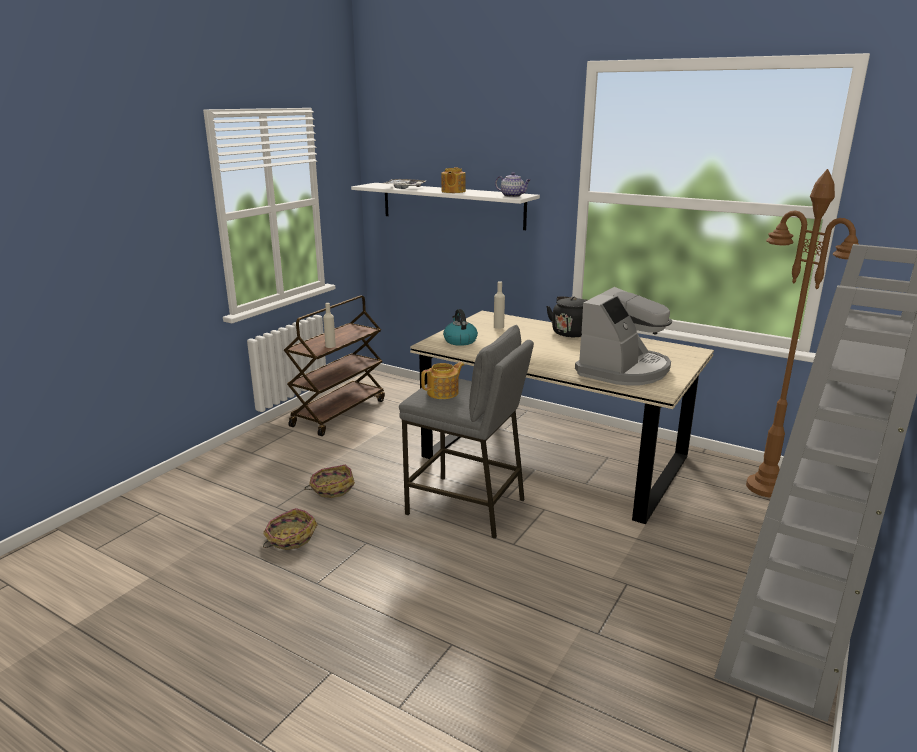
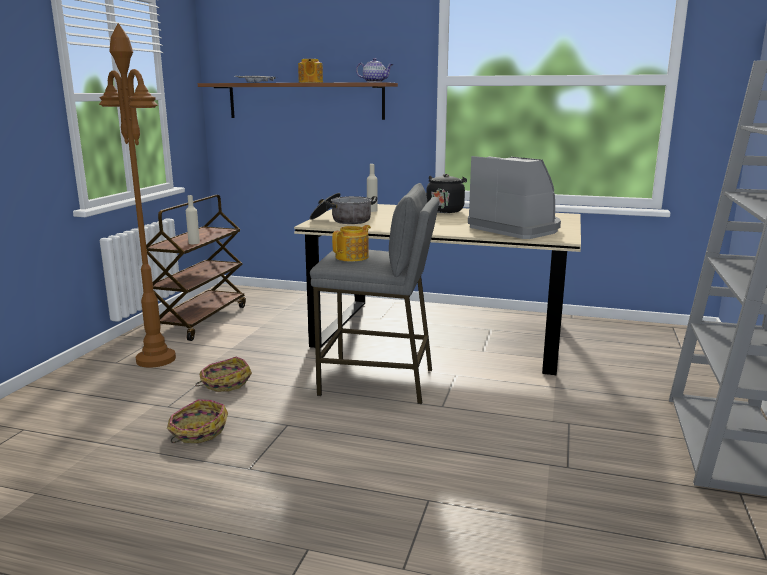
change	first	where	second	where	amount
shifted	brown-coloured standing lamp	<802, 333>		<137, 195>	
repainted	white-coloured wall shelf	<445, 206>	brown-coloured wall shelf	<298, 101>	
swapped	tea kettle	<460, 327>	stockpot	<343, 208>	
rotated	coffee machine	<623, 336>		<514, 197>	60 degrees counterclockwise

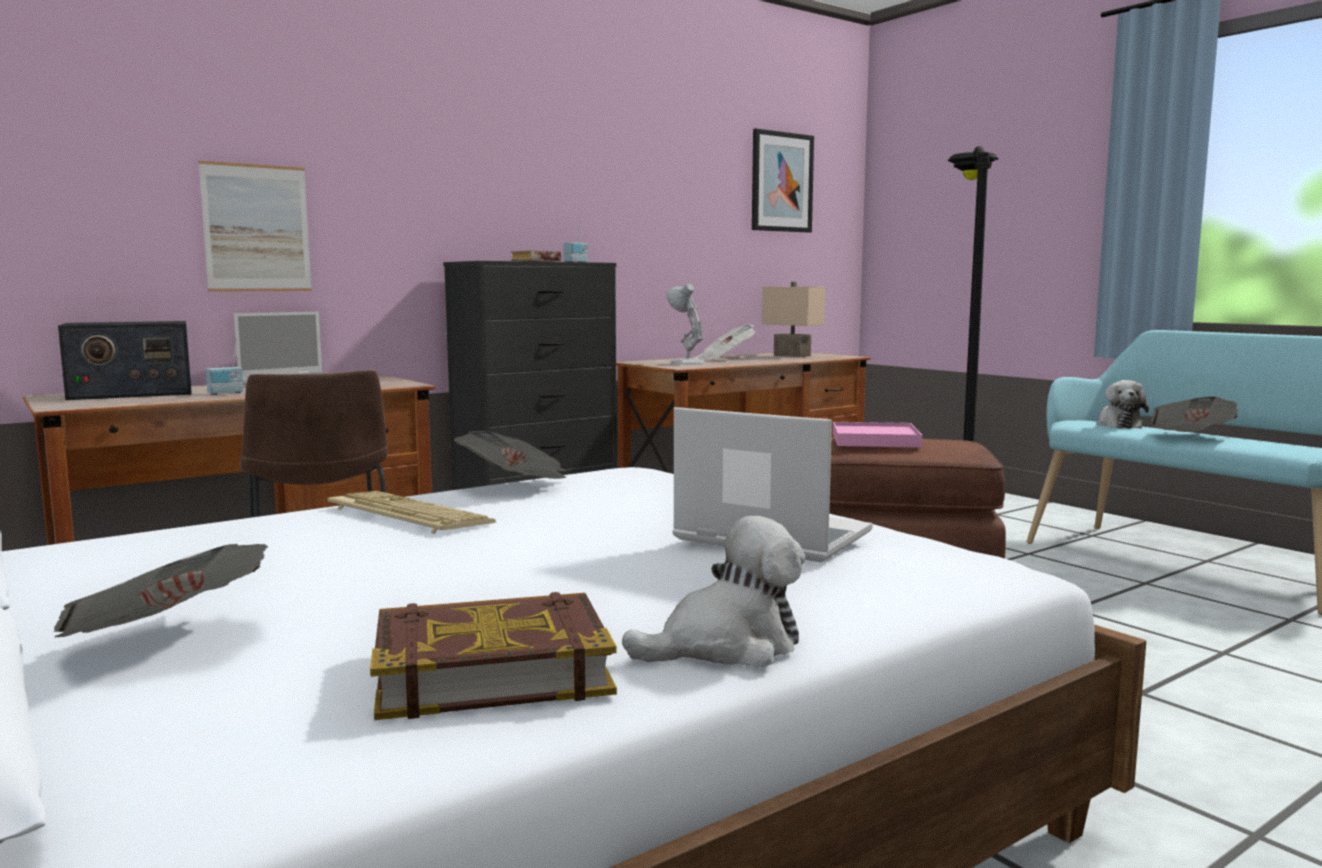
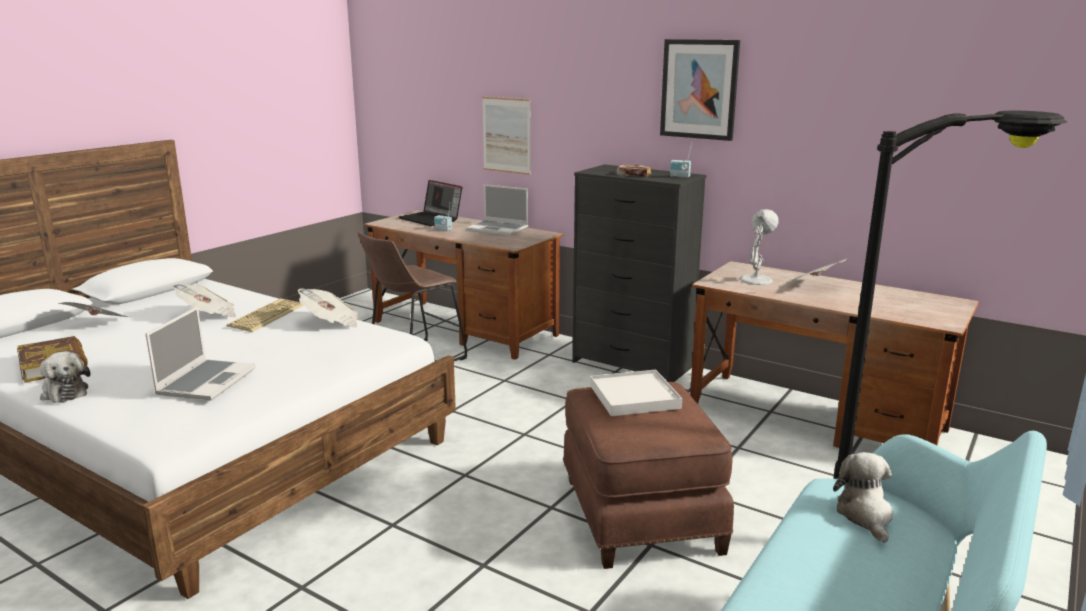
change	first	where	second	where	amount
shifted	printed paper	<1194, 414>		<204, 300>	
swapped	radio	<124, 360>	portable computer	<430, 203>	
repainted	pinkish serving tray	<877, 435>	white-coloured serving tray	<636, 393>	
shifted	wall picture	<783, 180>		<700, 90>	
rotated	soft toy	<1122, 404>		<863, 497>	105 degrees clockwise
gone	sand-coloured lamp for a table	<793, 319>			

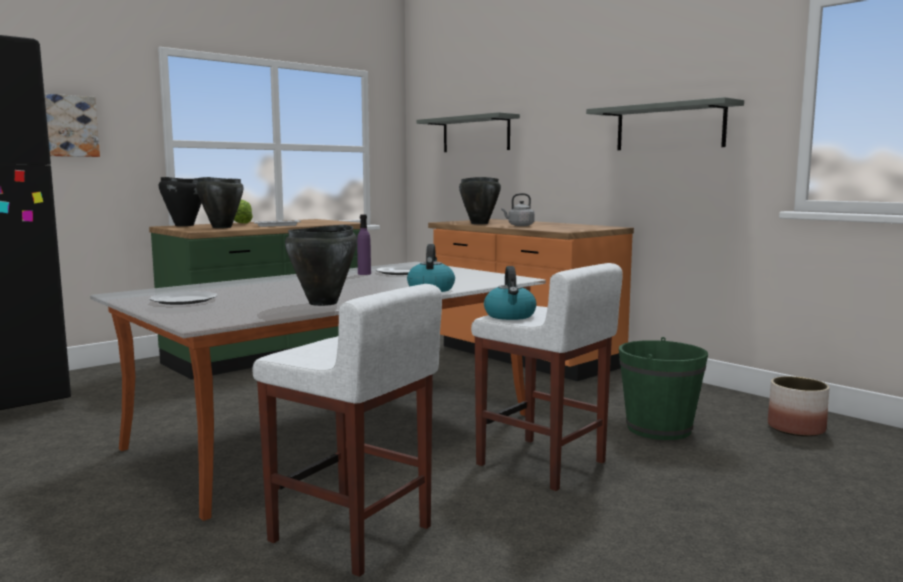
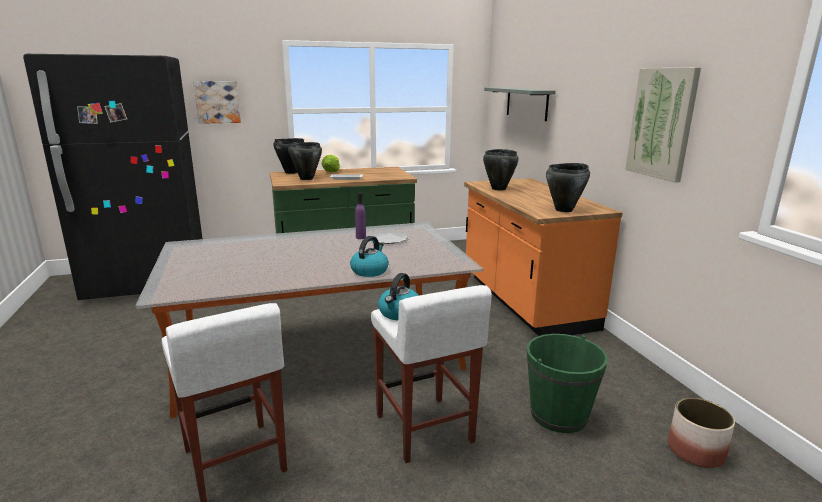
change	first	where	second	where	amount
shifted	black stockpot	<321, 265>		<568, 187>	
swapped	greyish wall shelf	<665, 123>	wall picture	<663, 125>	
gone	dinner plate	<183, 298>			
gone	greyish tea kettle	<518, 209>			

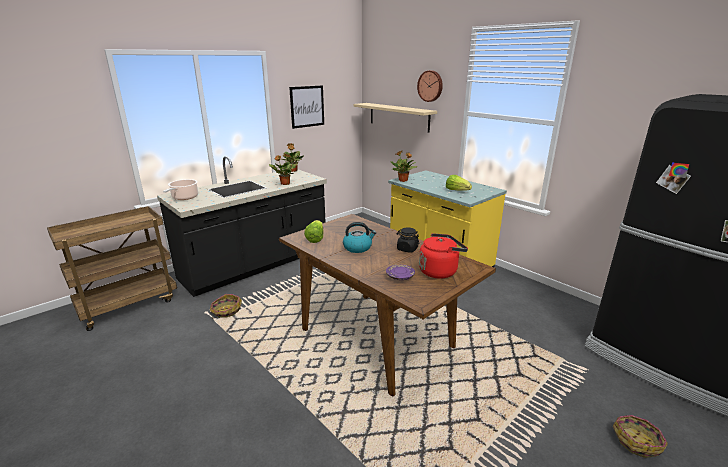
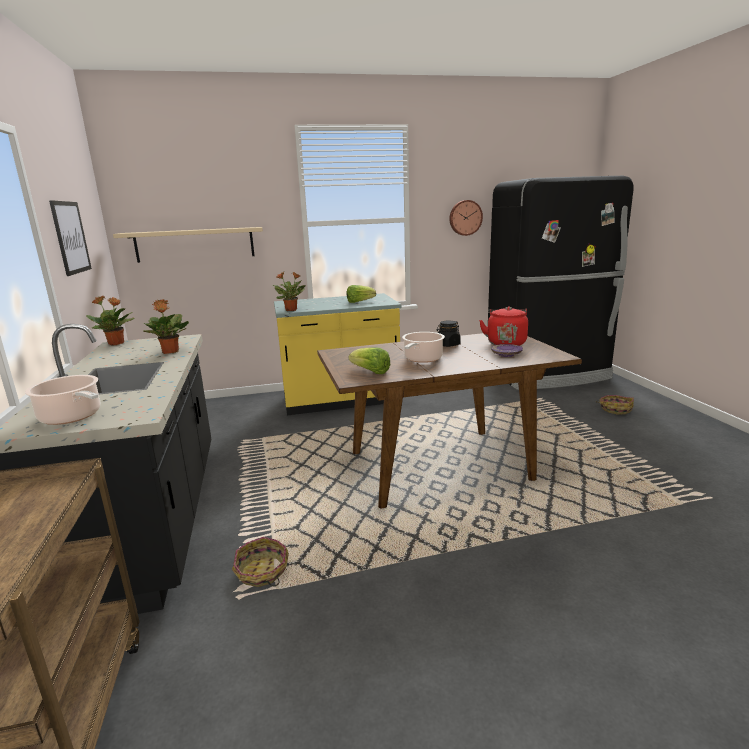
change	first	where	second	where	amount
swapped	tea kettle	<359, 237>	stockpot	<423, 347>	
shifted	wall clock	<430, 86>		<466, 218>	

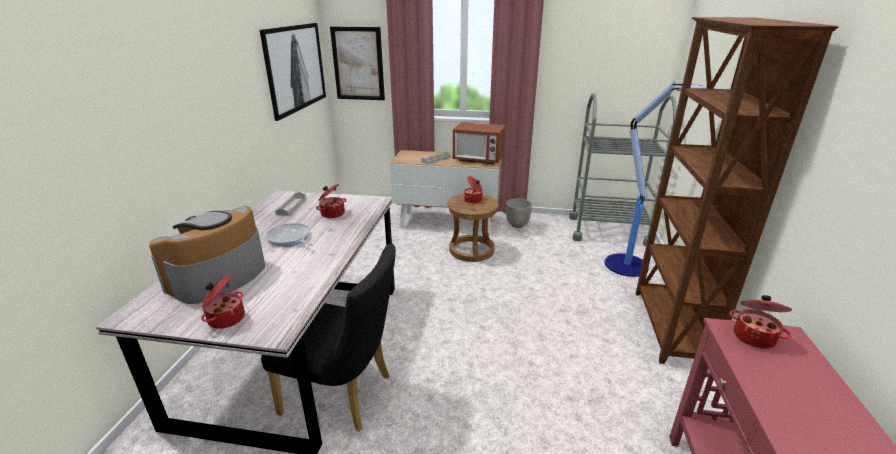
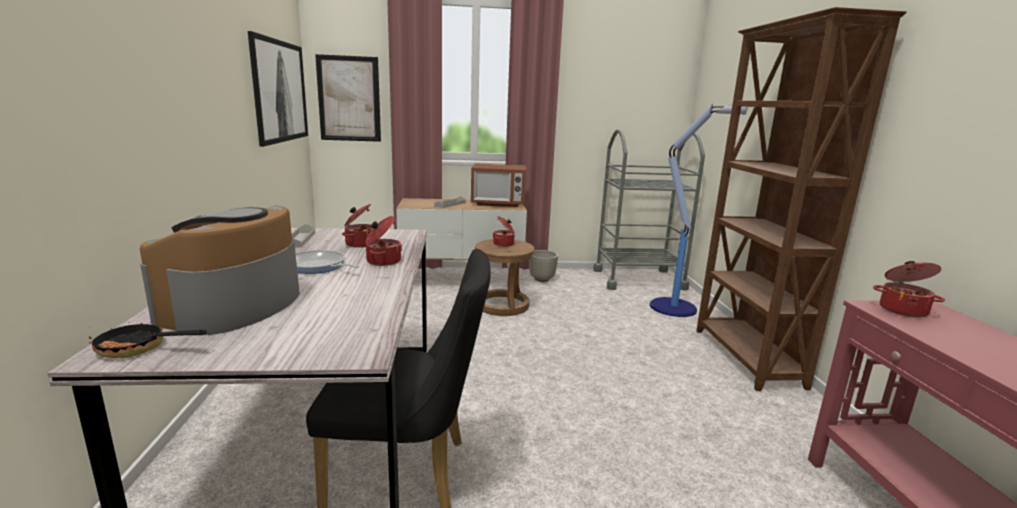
change	first	where	second	where	amount
new			skillet	<148, 335>	
shifted	stockpot	<223, 301>		<384, 241>	

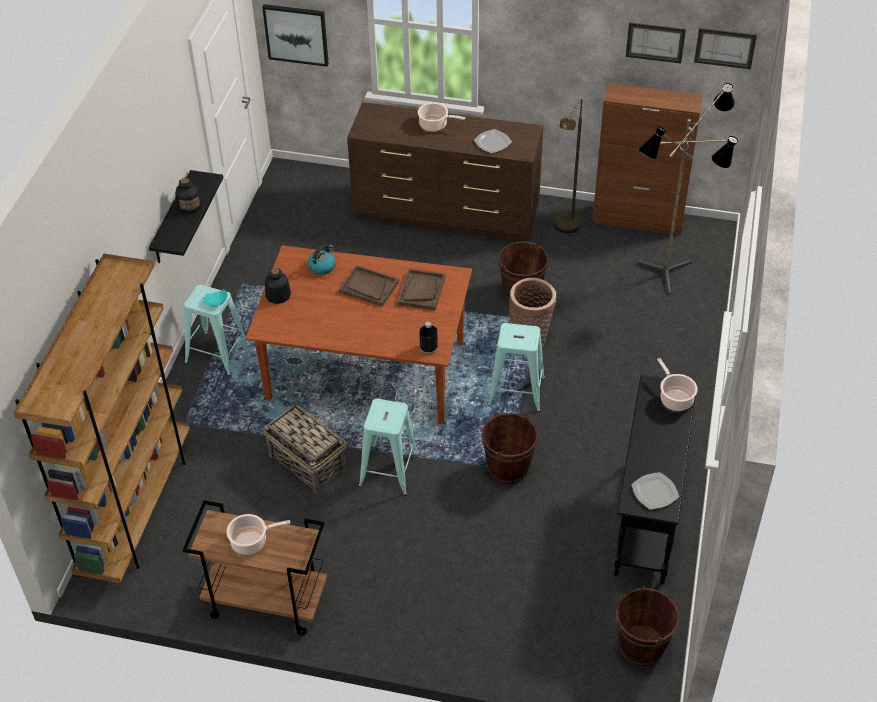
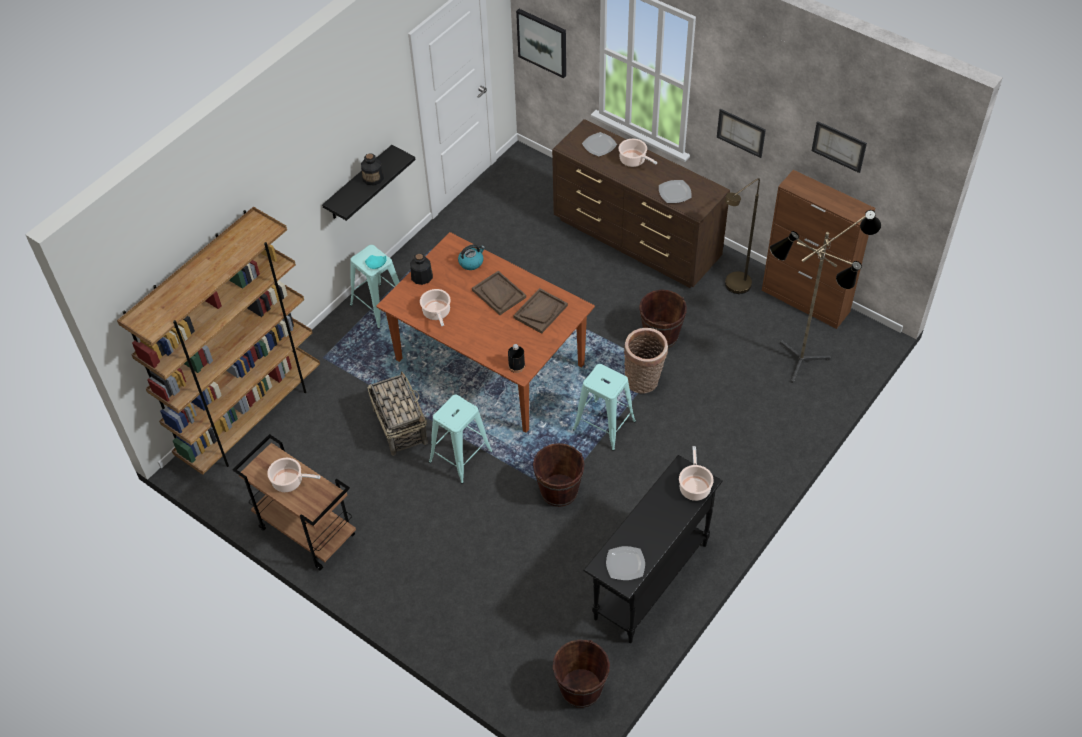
change	first	where	second	where	amount
new			stockpot	<435, 307>	
new			dinner plate	<599, 144>	
shifted	wall picture	<725, 48>		<741, 133>	

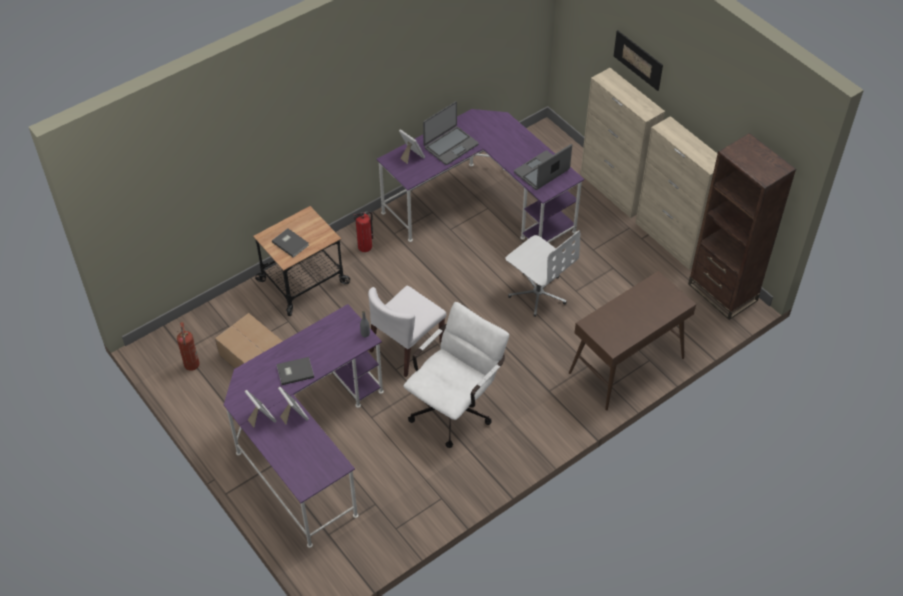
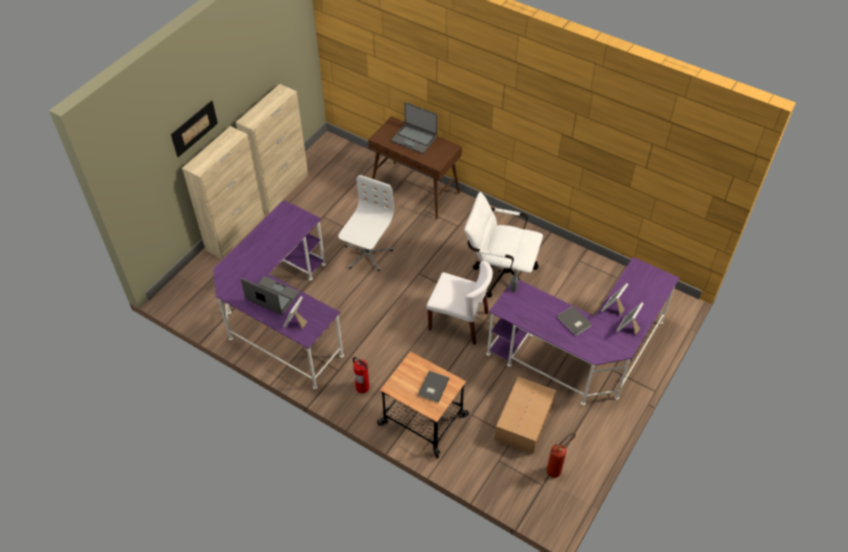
change	first	where	second	where	amount
shifted	portable computer	<543, 167>		<414, 128>	
gone	brown-coloured bookshelf	<742, 226>			

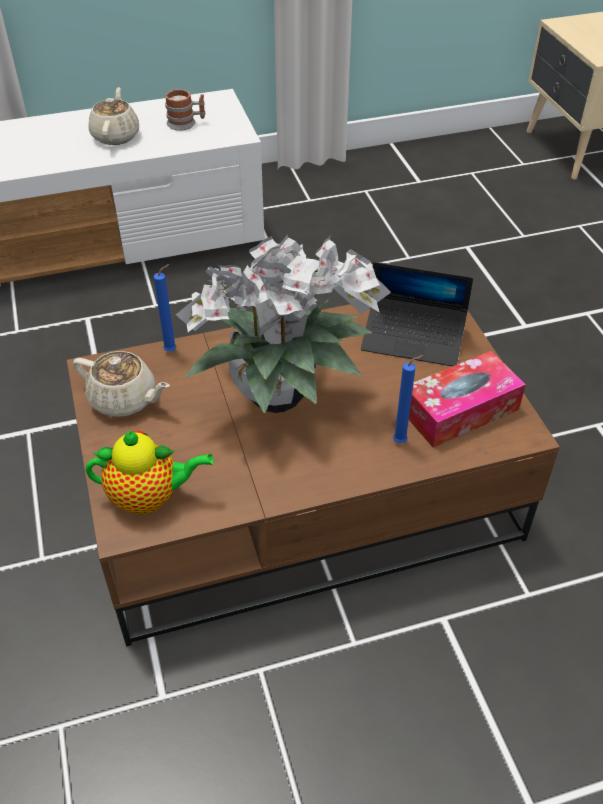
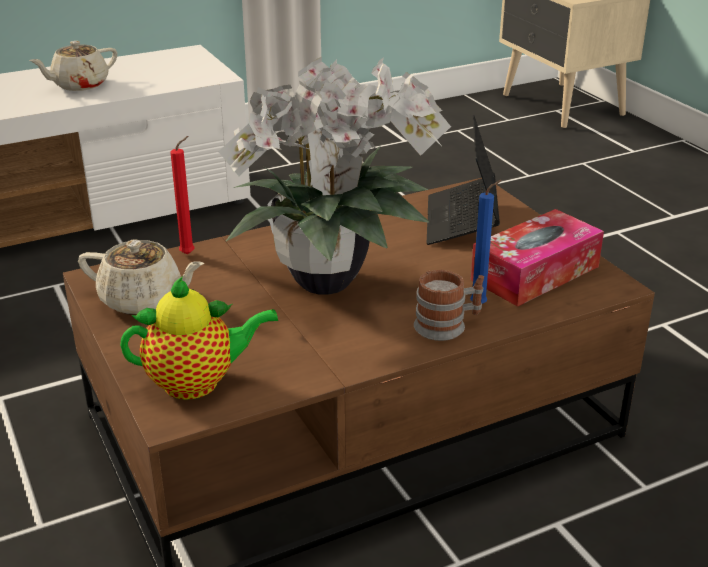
change	first	where	second	where	amount
rotated	sand-coloured tea pot	<114, 116>		<73, 66>	120 degrees counterclockwise
repainted	blue wax light	<165, 308>	red wax light	<182, 195>	
shifted	coffee mug	<185, 110>		<449, 305>	
rotated	portable computer	<417, 314>		<463, 180>	90 degrees clockwise

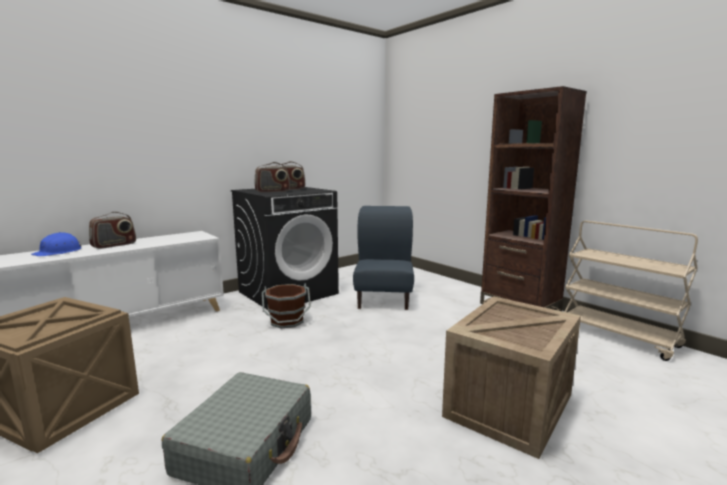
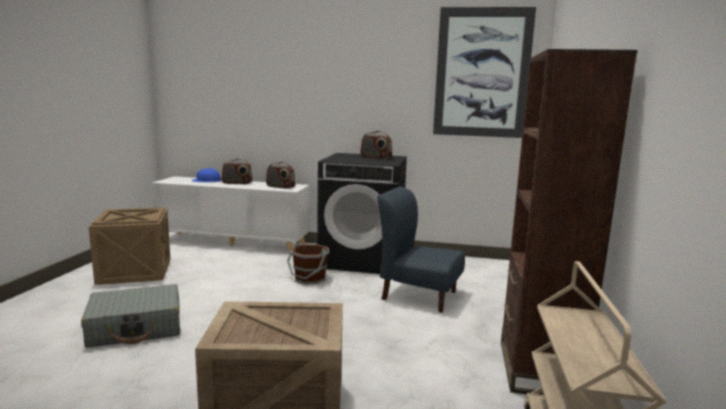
change	first	where	second	where	amount
shifted	radio	<272, 177>		<280, 175>	
rotated	blue chair	<383, 258>		<421, 249>	120 degrees counterclockwise
new			wall picture	<484, 72>	

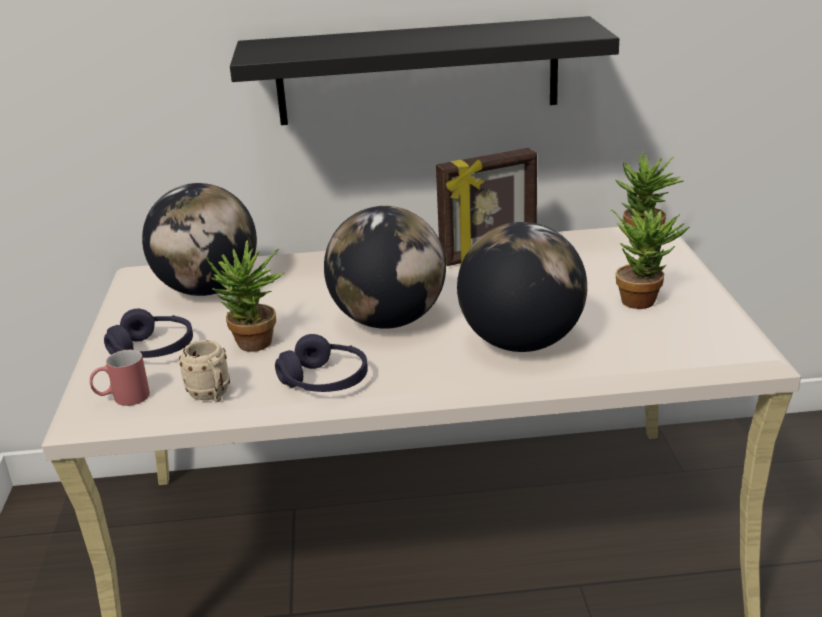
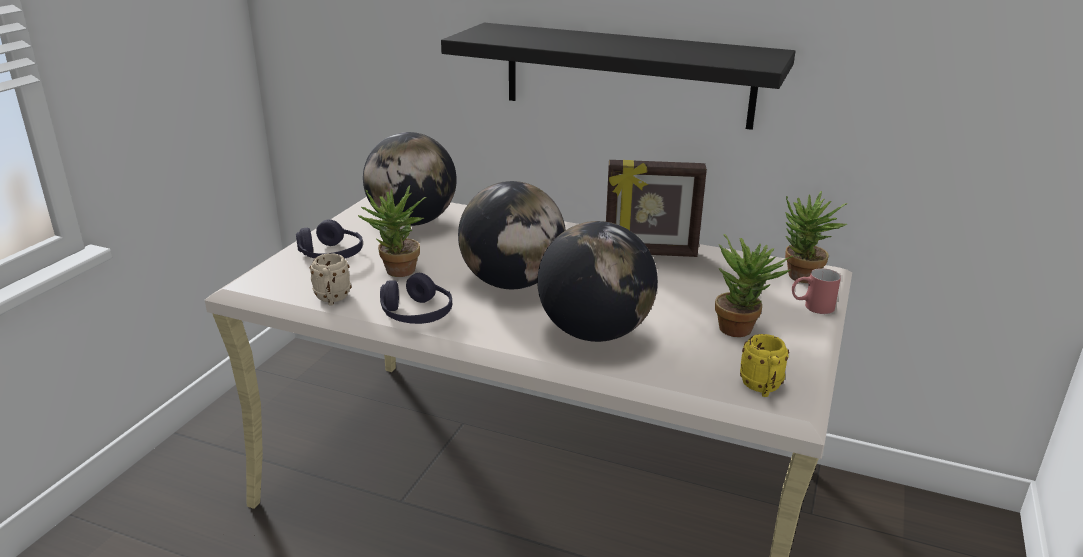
change	first	where	second	where	amount
new			yellow coffee mug	<764, 365>	
shifted	red coffee mug	<120, 378>		<816, 291>	

